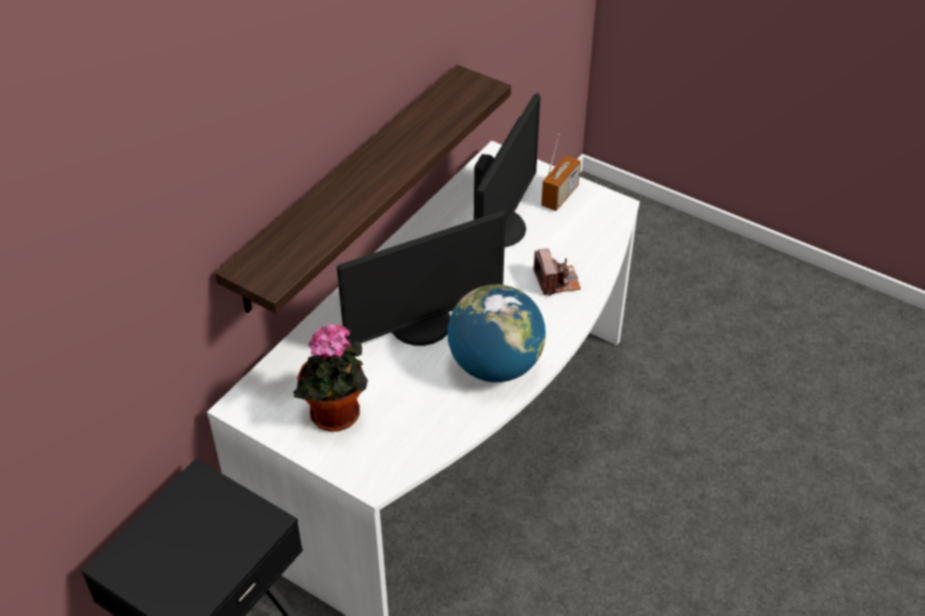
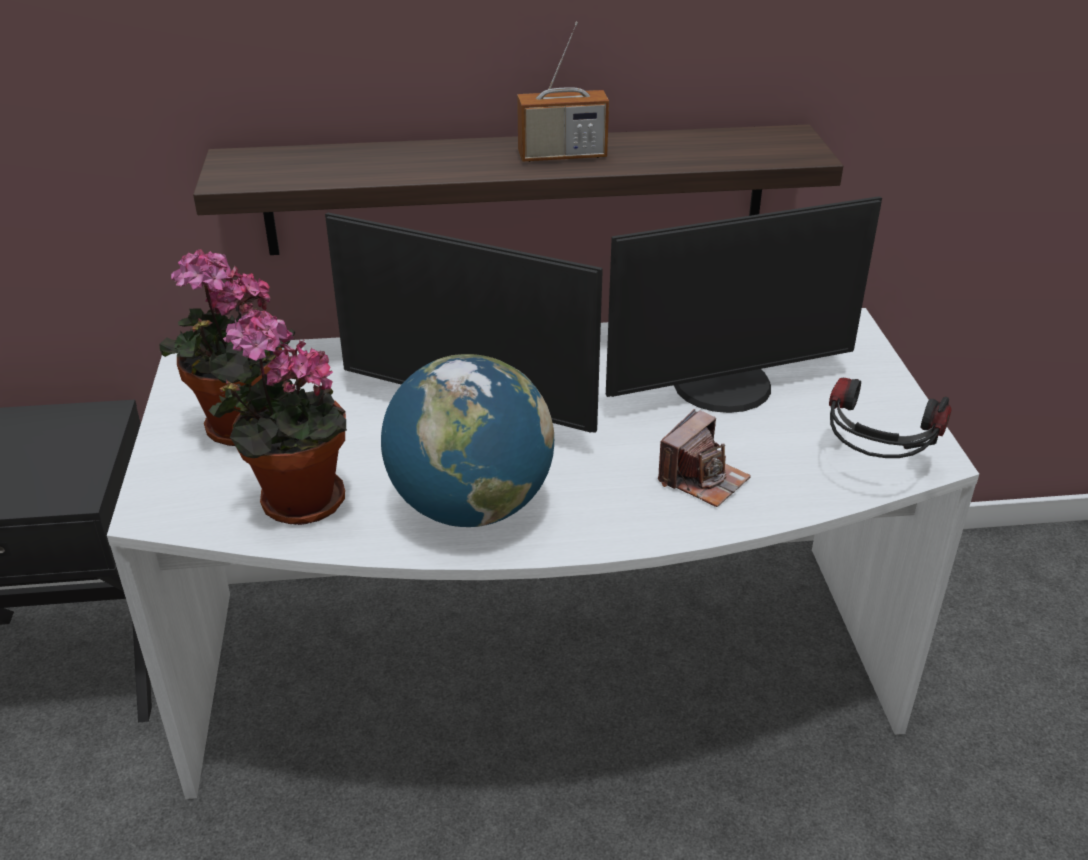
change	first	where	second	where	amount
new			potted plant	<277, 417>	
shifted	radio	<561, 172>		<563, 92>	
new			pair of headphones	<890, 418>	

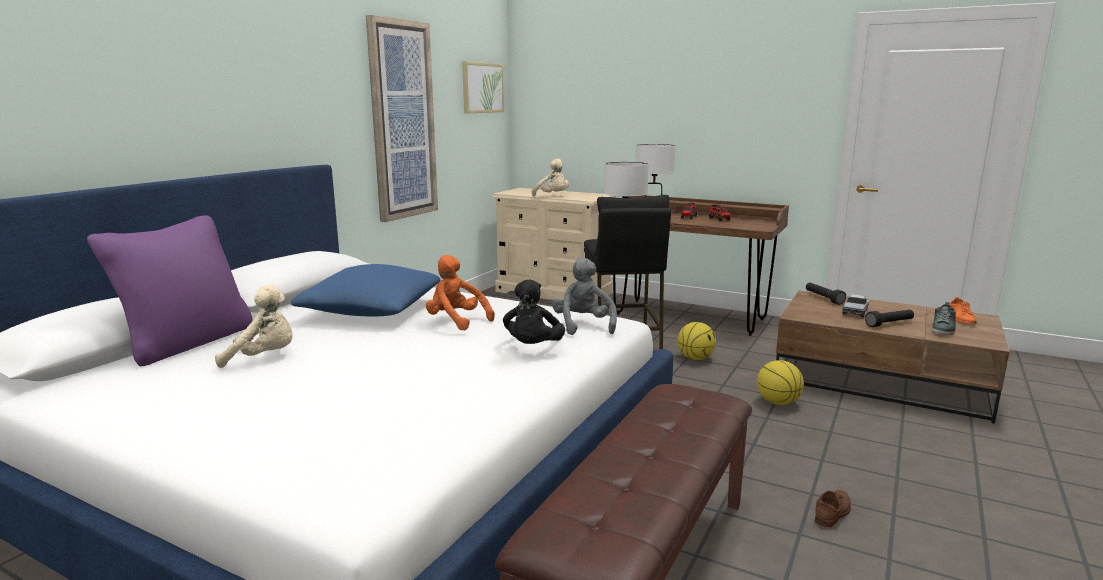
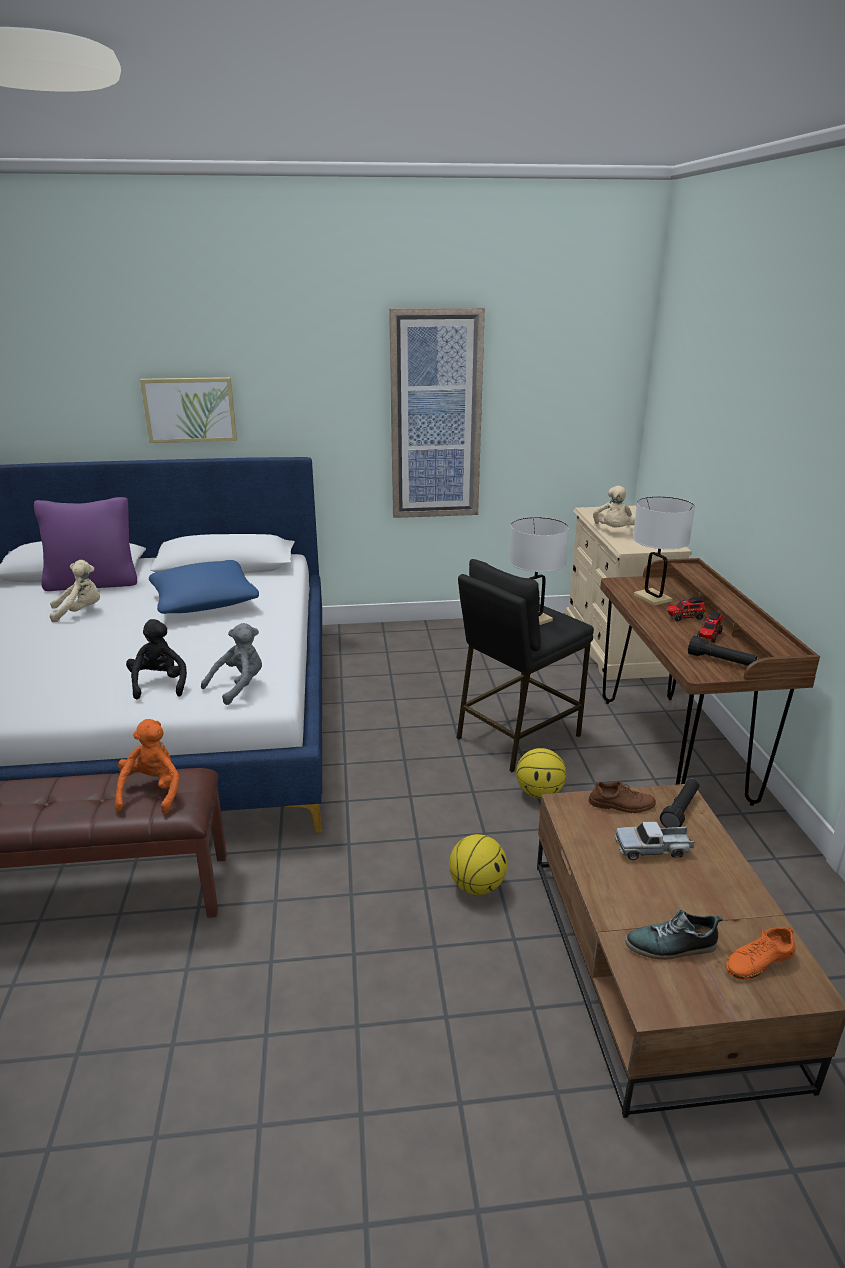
change	first	where	second	where	amount
rotated	sand-coloured soft toy	<254, 326>		<75, 591>	75 degrees counterclockwise
shifted	orange-coloured soft toy	<460, 292>		<147, 766>	
rotated	black soft toy	<534, 311>		<156, 659>	105 degrees clockwise
shifted	wall picture	<483, 87>		<188, 410>	
shifted	brown-coloured item of footwear	<833, 508>		<622, 797>	
shifted	black torch	<889, 318>		<722, 651>	

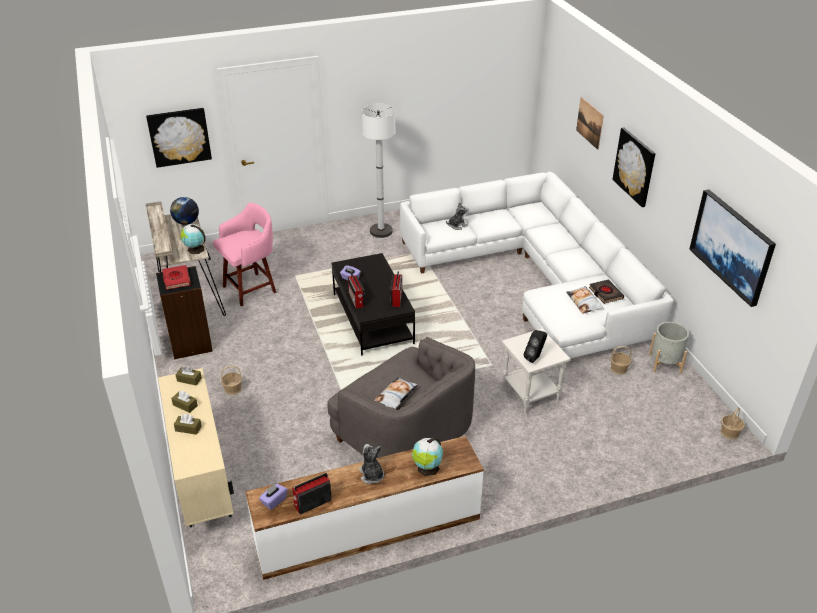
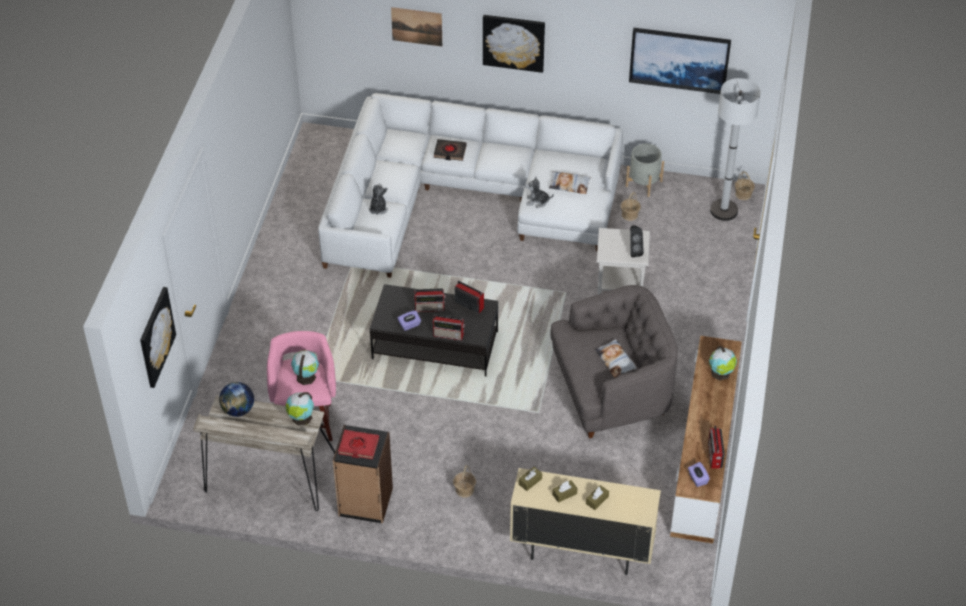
change	first	where	second	where	amount
new			globe	<305, 367>	
new			radio	<430, 300>	
shifted	black bound book	<606, 291>		<450, 150>	
shifted	soft toy	<371, 464>		<539, 192>	
shifted	white-coloured standing lamp	<379, 171>		<735, 149>	

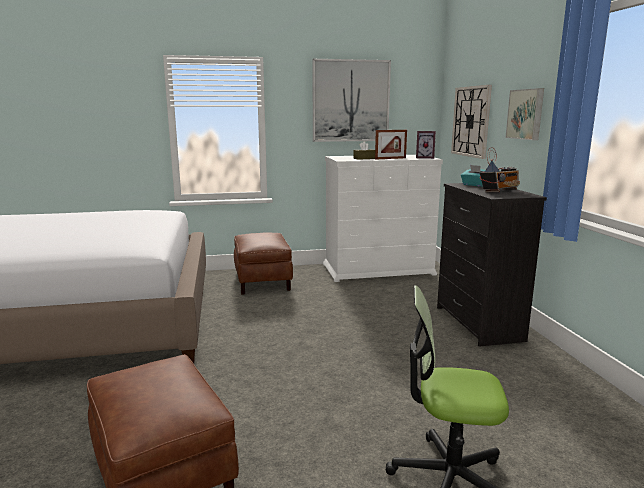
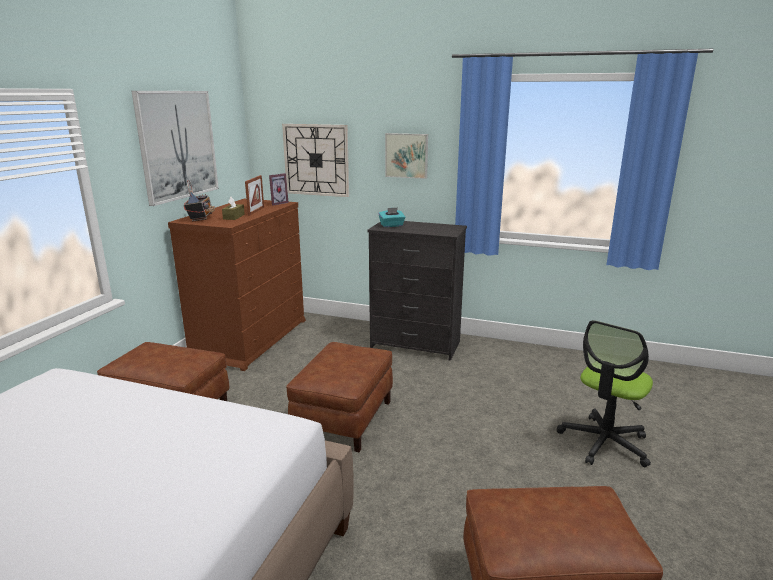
change	first	where	second	where	amount
repainted	white-coloured drawer chest	<383, 218>	brown-coloured drawer chest	<237, 285>	
shifted	radio	<500, 169>		<199, 201>	
new			brown-coloured footrest	<339, 397>	

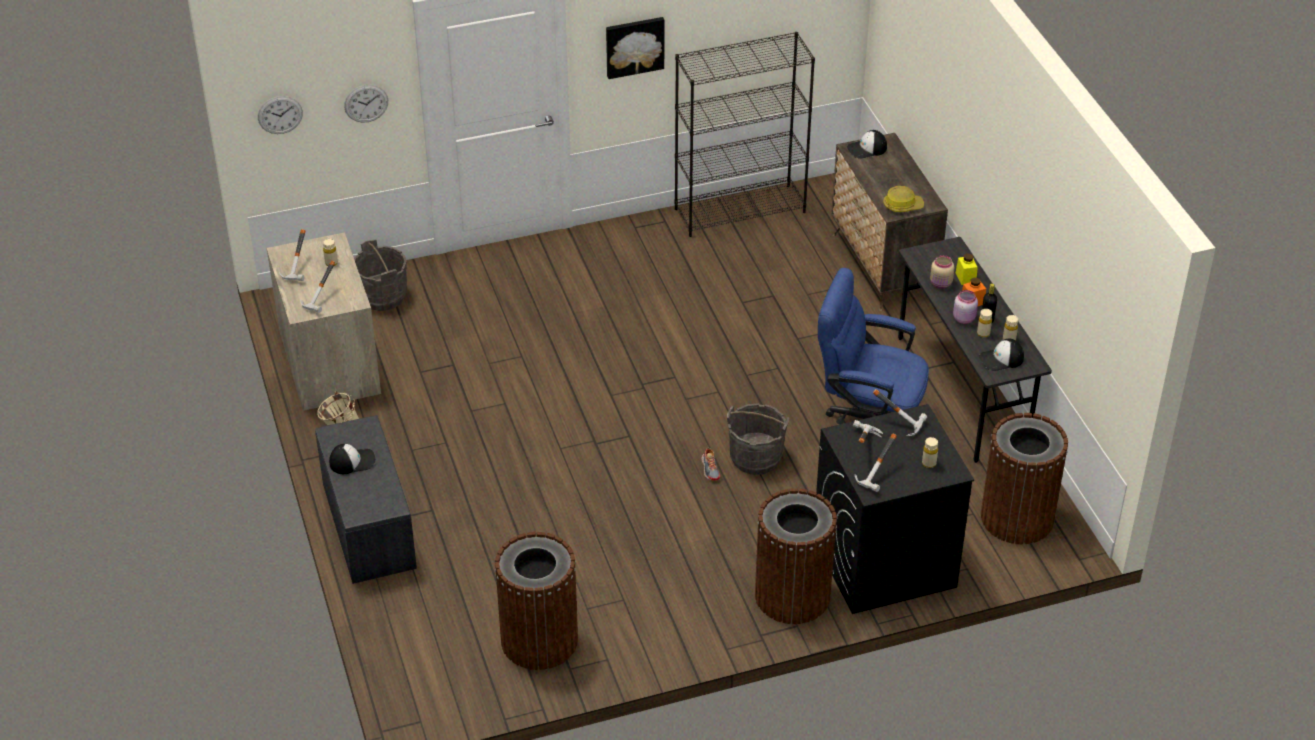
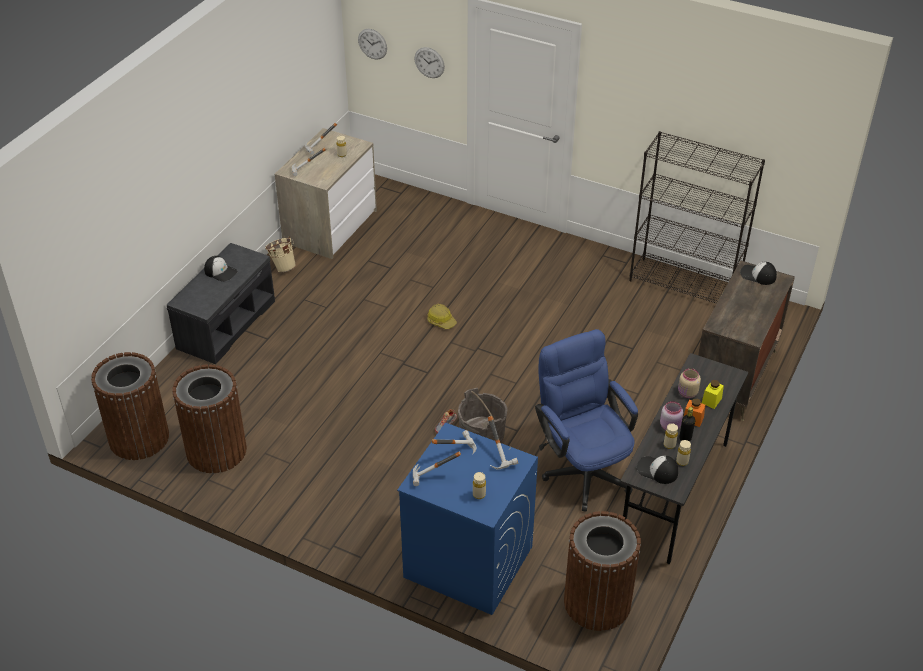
change	first	where	second	where	amount
shifted	brown-coloured rubbish bin	<796, 556>		<130, 406>	
repainted	black laundry appliance	<895, 509>	blue laundry appliance	<467, 518>	
shifted	hard hat	<903, 199>		<442, 316>	
gone	greyish water bucket	<380, 275>			
gone	wall picture	<635, 48>			

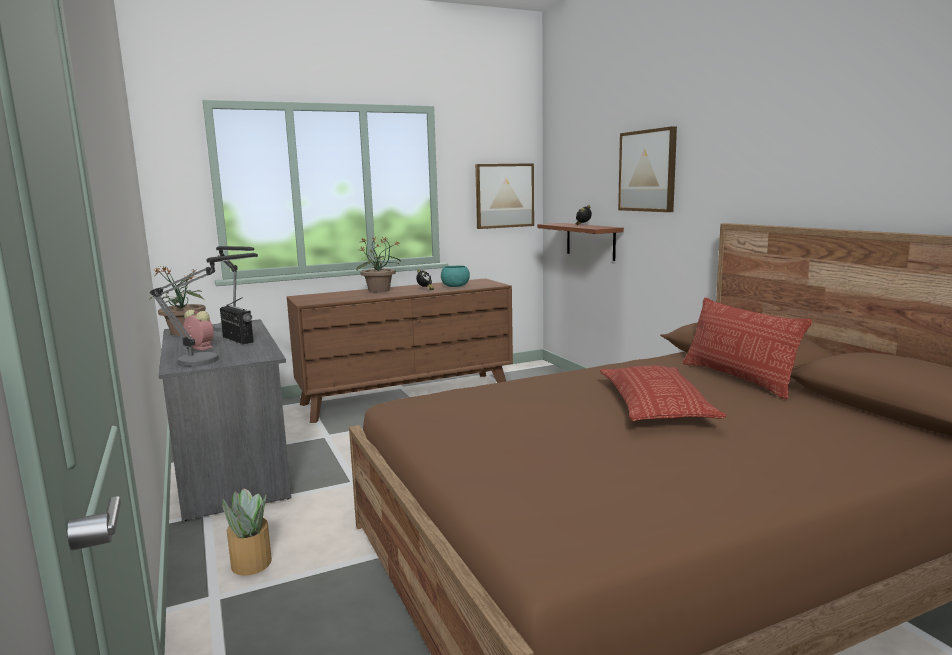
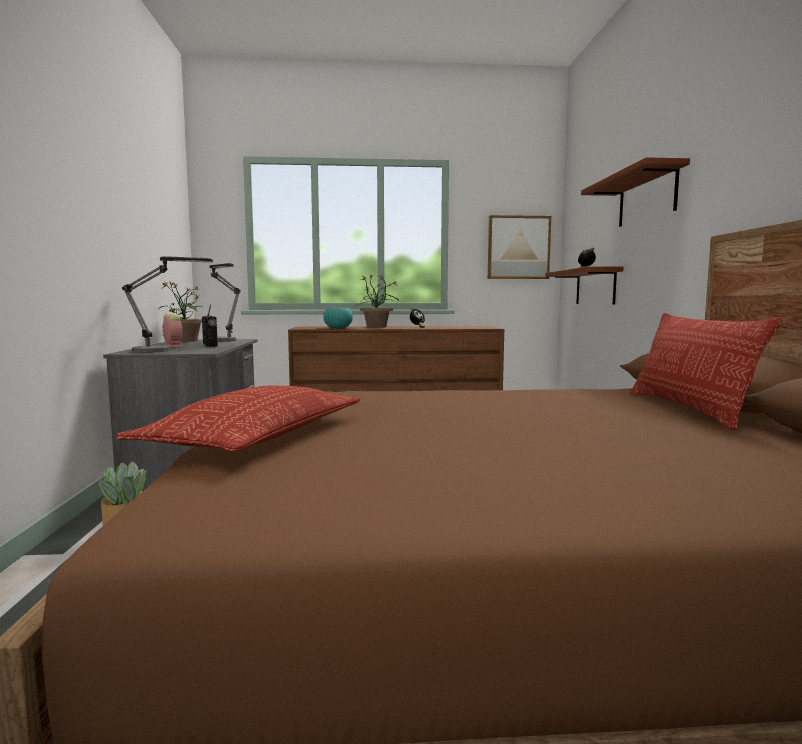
change	first	where	second	where	amount
shifted	throw pillow	<663, 393>		<238, 418>	
shifted	turquoise bowl	<455, 276>		<338, 318>	
swapped	wall picture	<647, 169>	brown-coloured wall shelf	<635, 192>	

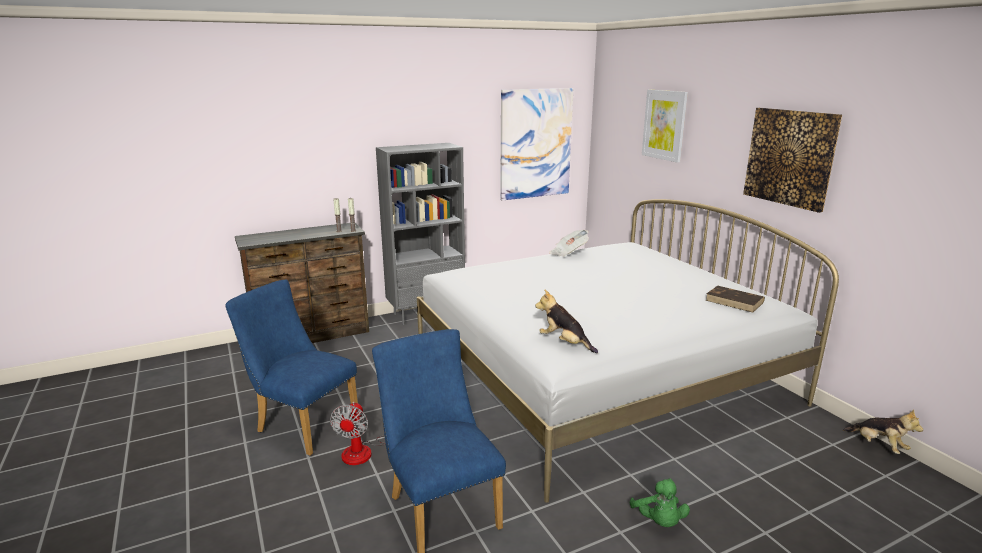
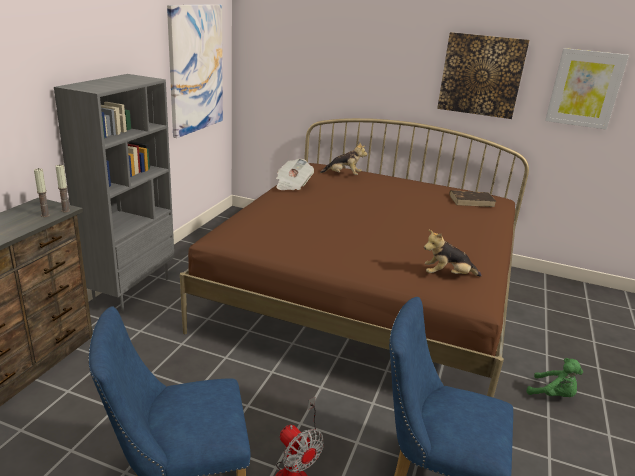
change	first	where	second	where	amount
repainted	white-coloured bed	<628, 351>	brown-coloured bed	<354, 258>	
shifted	soft toy	<883, 431>		<343, 159>	
shifted	wall picture	<665, 126>		<587, 89>	

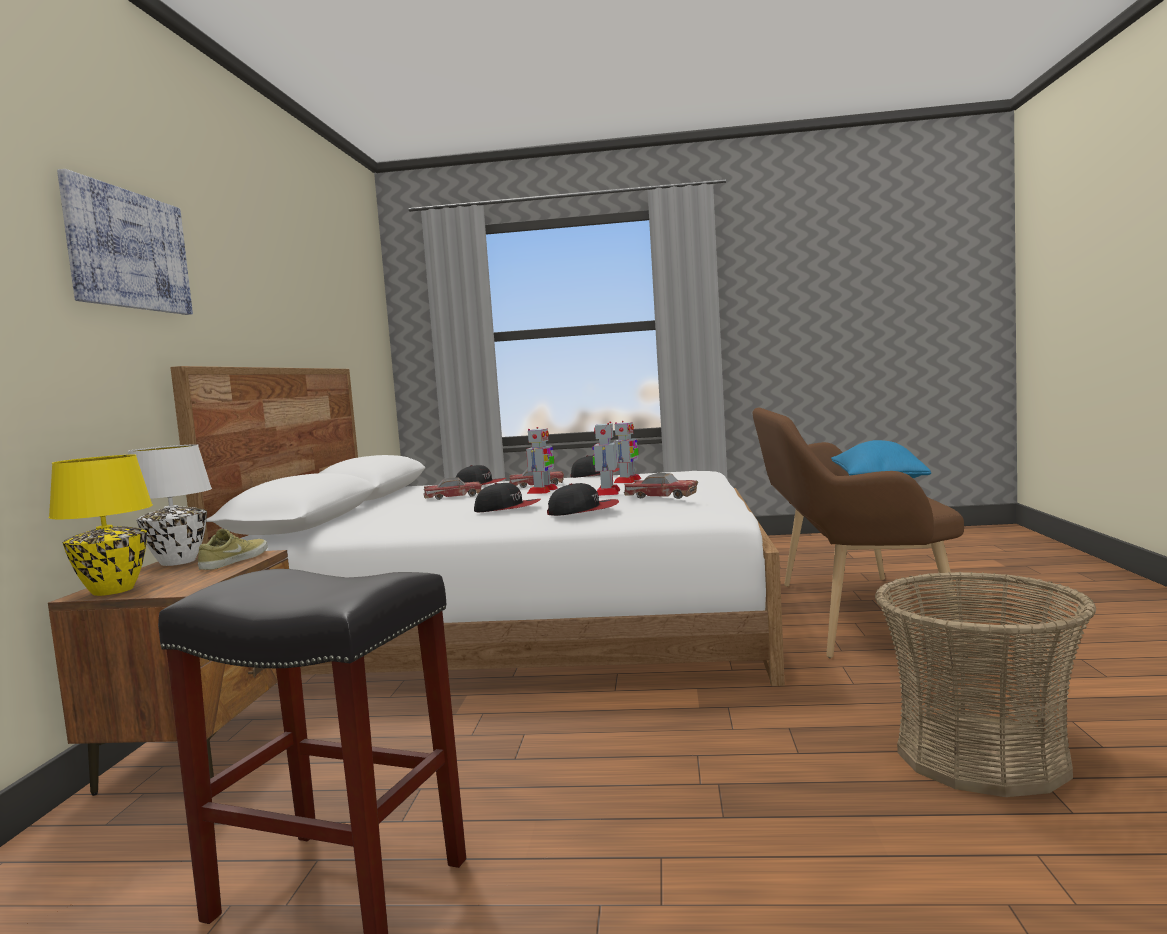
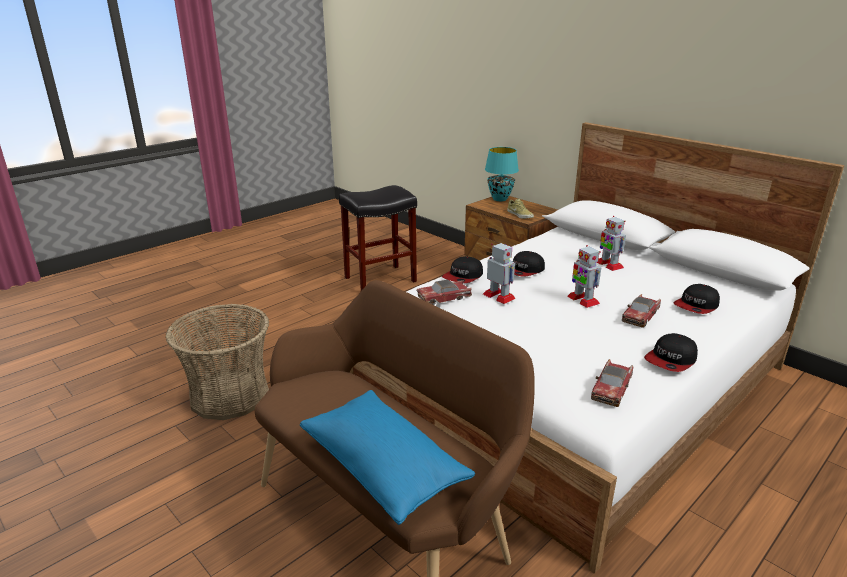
change	first	where	second	where	amount
repainted	yellow lamp for a table	<101, 525>	turquoise lamp for a table	<502, 174>	
shifted	toy car	<453, 488>		<612, 383>	
shifted	toy robot	<627, 452>		<611, 243>	
gone	wall picture	<125, 242>			
gone	white-coloured lamp for a table	<170, 505>			

